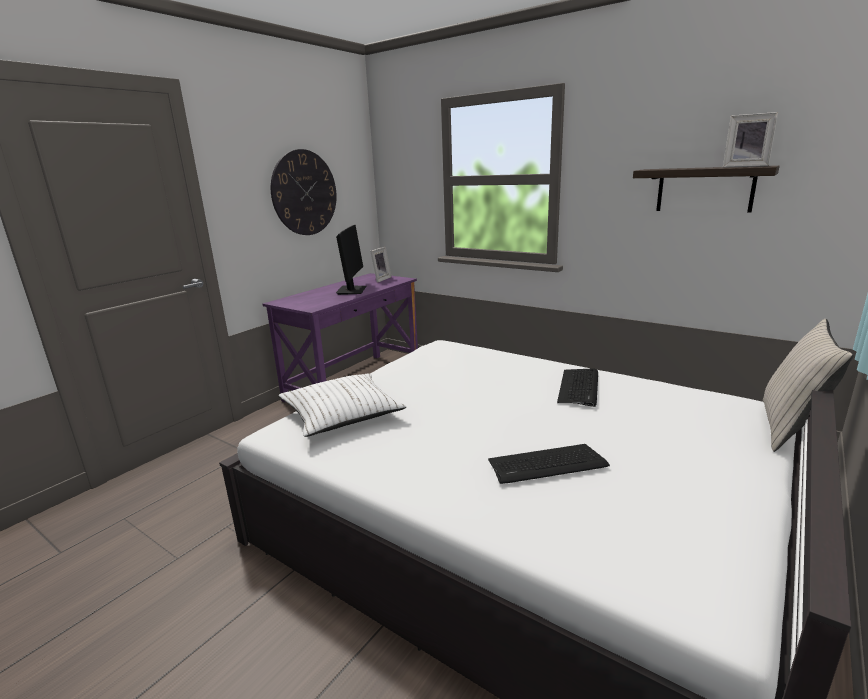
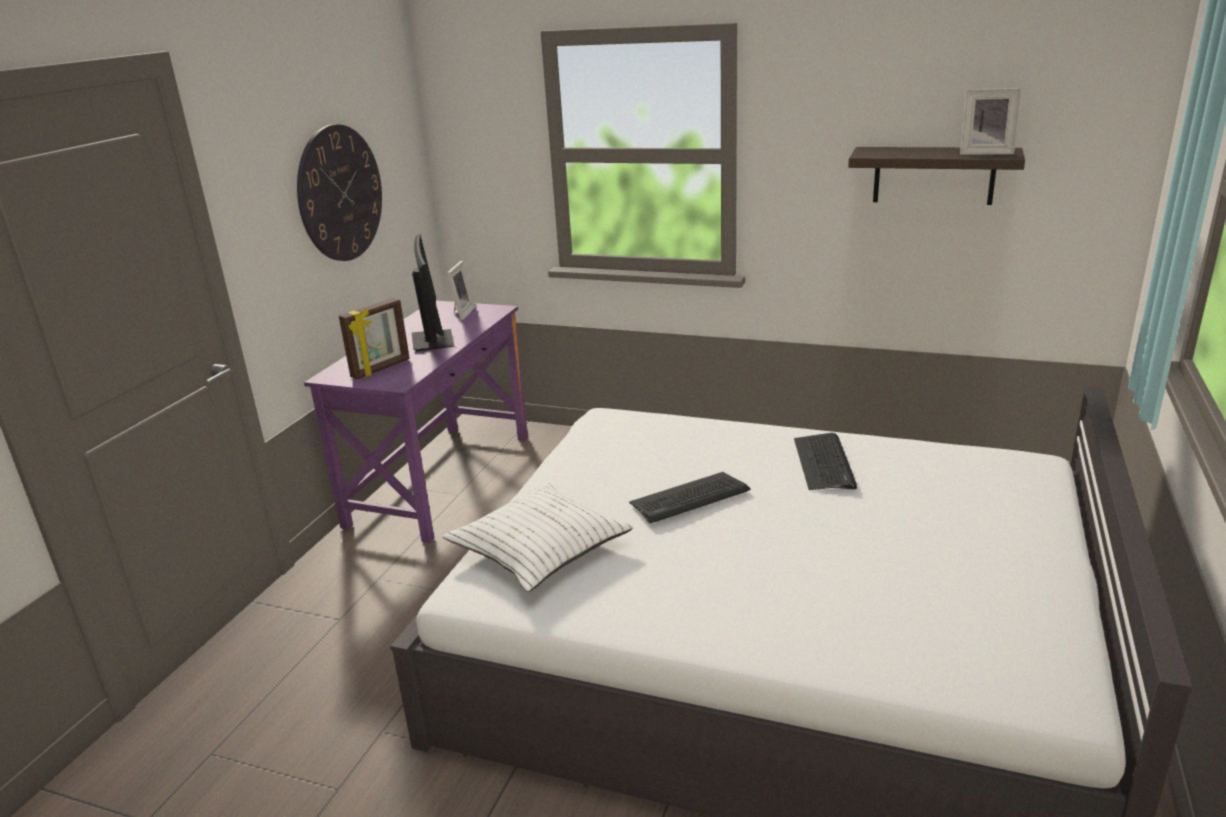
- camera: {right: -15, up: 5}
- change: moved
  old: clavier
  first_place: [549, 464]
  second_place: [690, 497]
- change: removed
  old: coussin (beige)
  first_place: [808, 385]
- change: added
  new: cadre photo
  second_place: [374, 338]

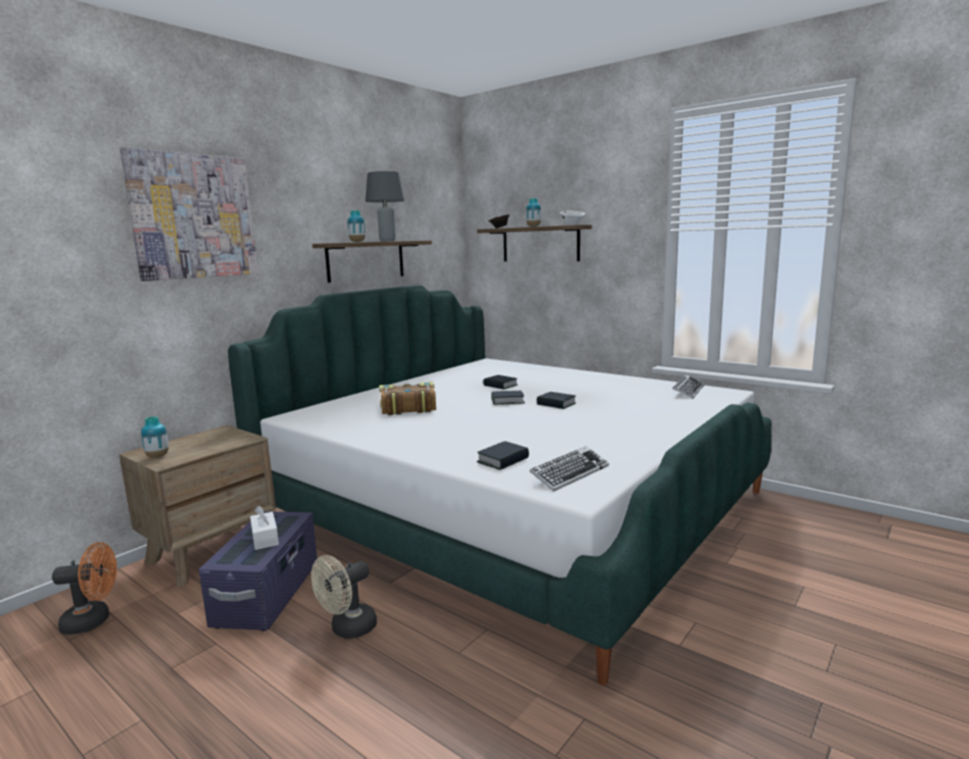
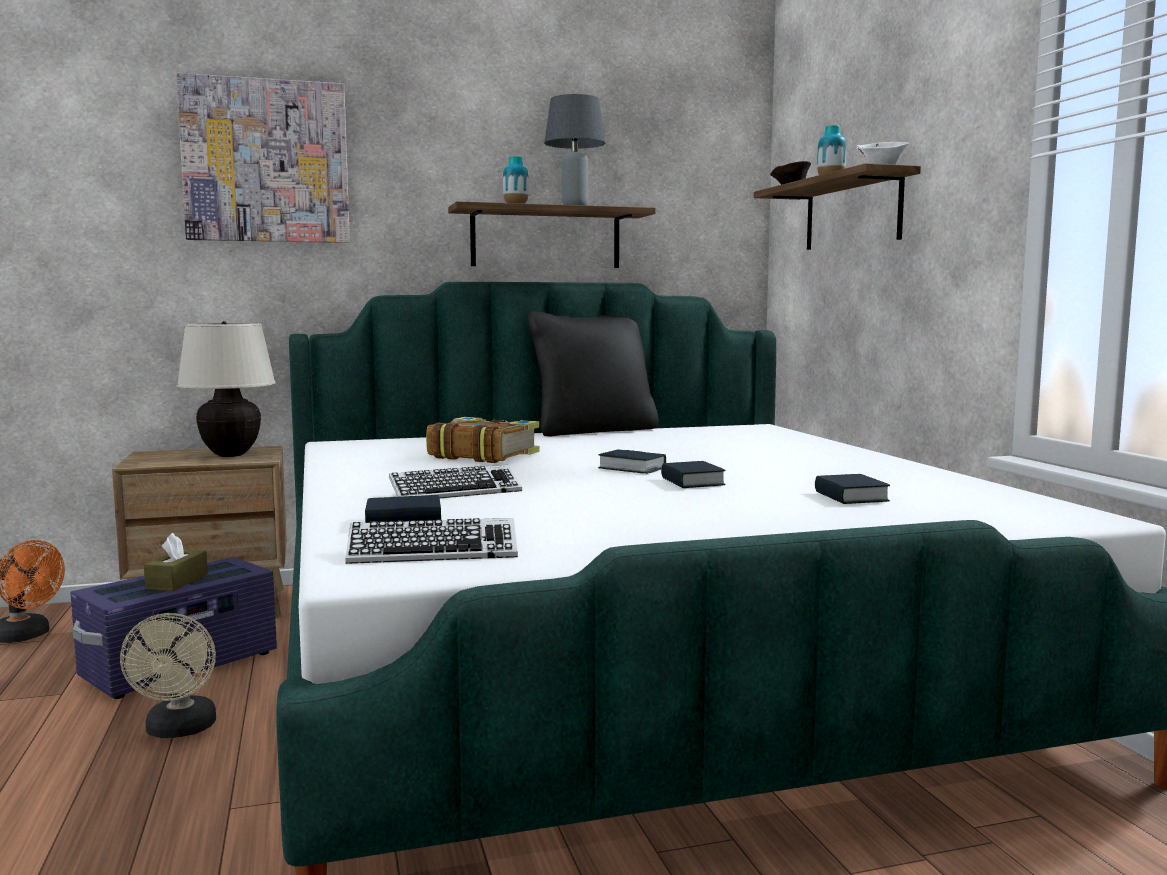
- camera: {right: 35, up: -5}
- change: removed
  old: vase
  first_place: [155, 437]
- change: recoloured
  old: boîte à mouchoirs (blanc)
  new: boîte à mouchoirs (marron)
  first_place: [264, 528]
  second_place: [176, 562]
- change: turned
  old: ventilateur (beige)
  first_place: [344, 597]
  second_place: [168, 675]
  degrees: -90
- change: moved
  old: livre
  first_place: [500, 382]
  second_place: [852, 489]
- change: moved
  old: clavier
  first_place: [688, 386]
  second_place: [455, 481]
- change: added
  new: lampe de table (beige)
  second_place: [226, 389]
- change: added
  new: coussin (noir)
  second_place: [592, 374]

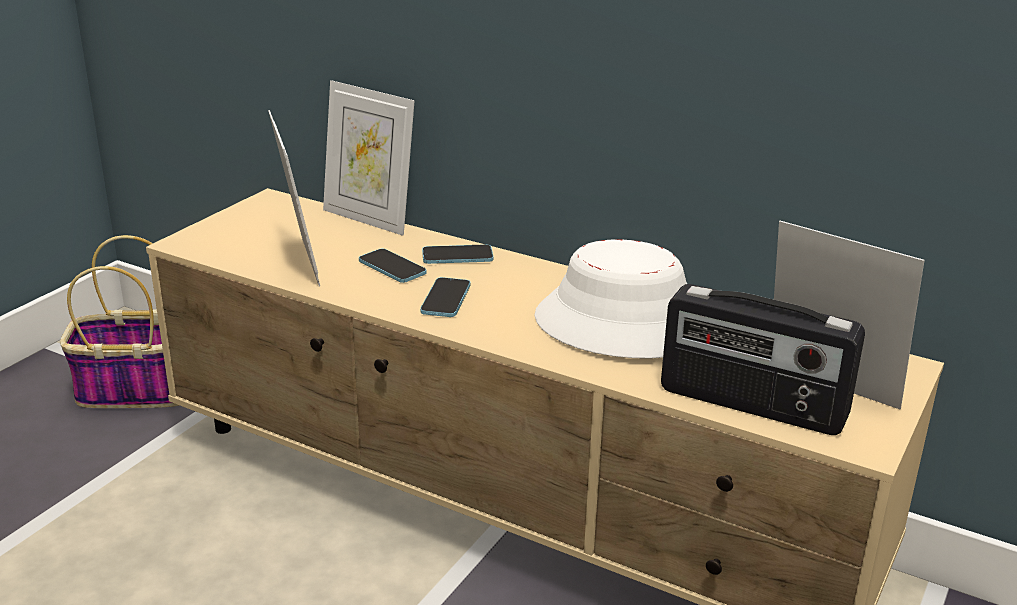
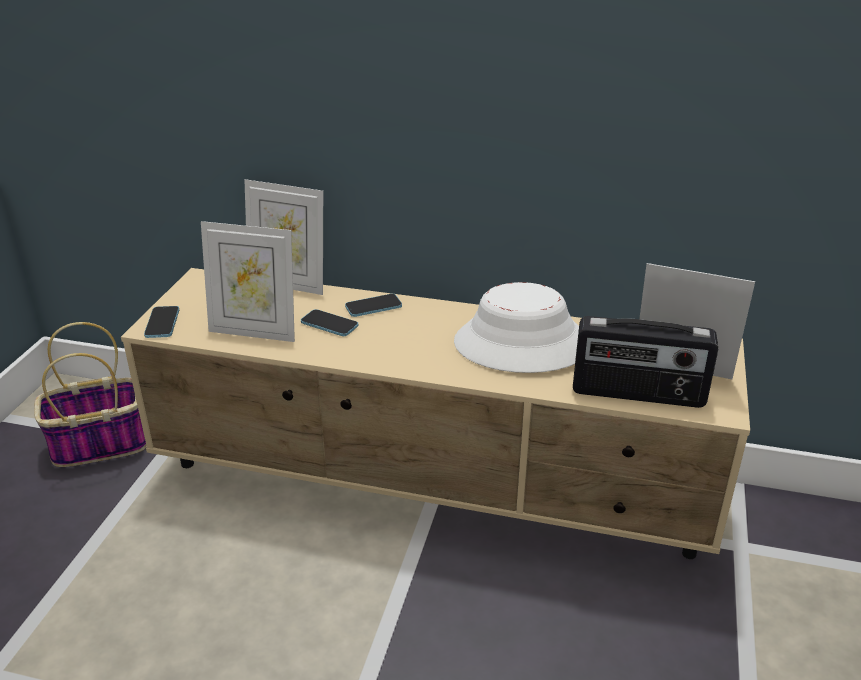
- camera: {right: -15, up: 5}
- change: turned
  old: cadre photo
  first_place: [294, 198]
  second_place: [248, 281]
  degrees: 135
- change: moved
  old: téléphone
  first_place: [445, 297]
  second_place: [161, 322]

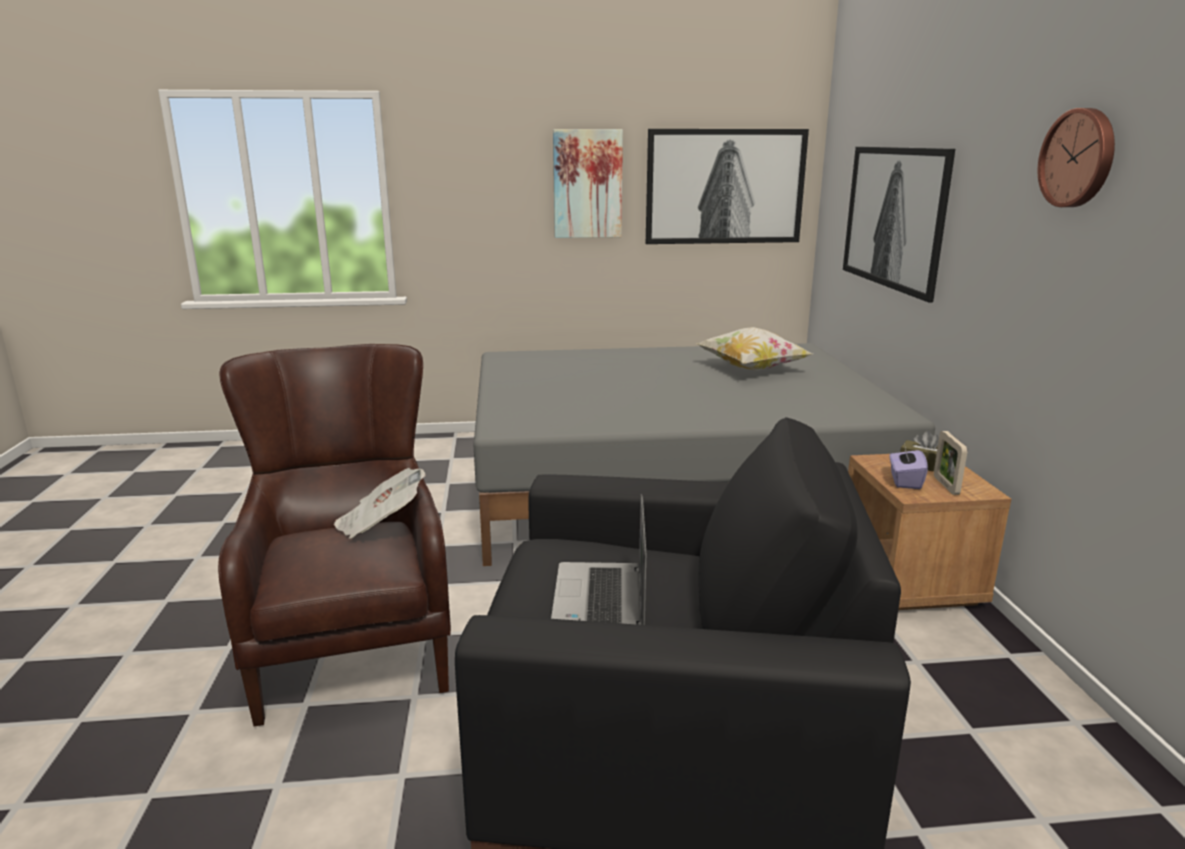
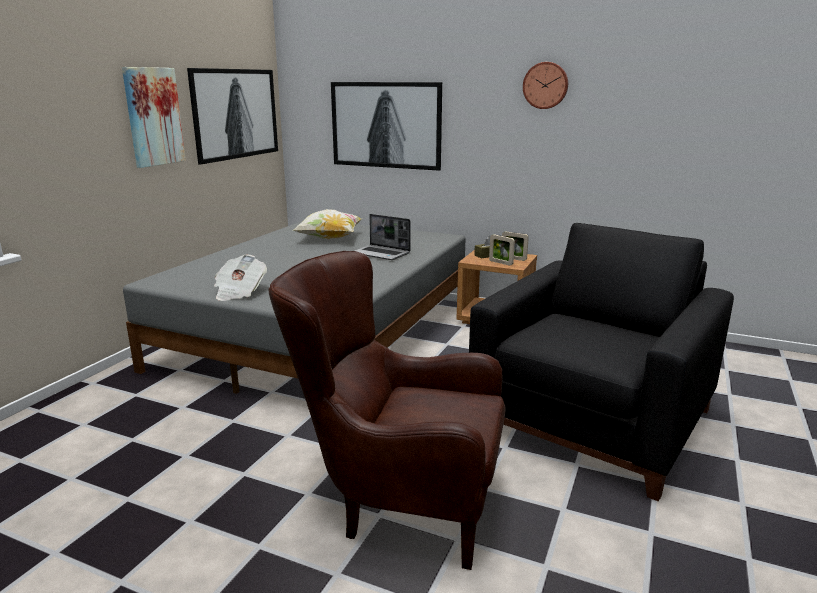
- camera: {right: -60, up: 0}
- change: moved
  old: journal
  first_place: [380, 503]
  second_place: [240, 278]
- change: moved
  old: ordinateur portable
  first_place: [598, 559]
  second_place: [382, 237]
- change: replaced
  old: boîte à mouchoirs (violet)
  new: cadre photo
  first_place: [909, 466]
  second_place: [502, 250]

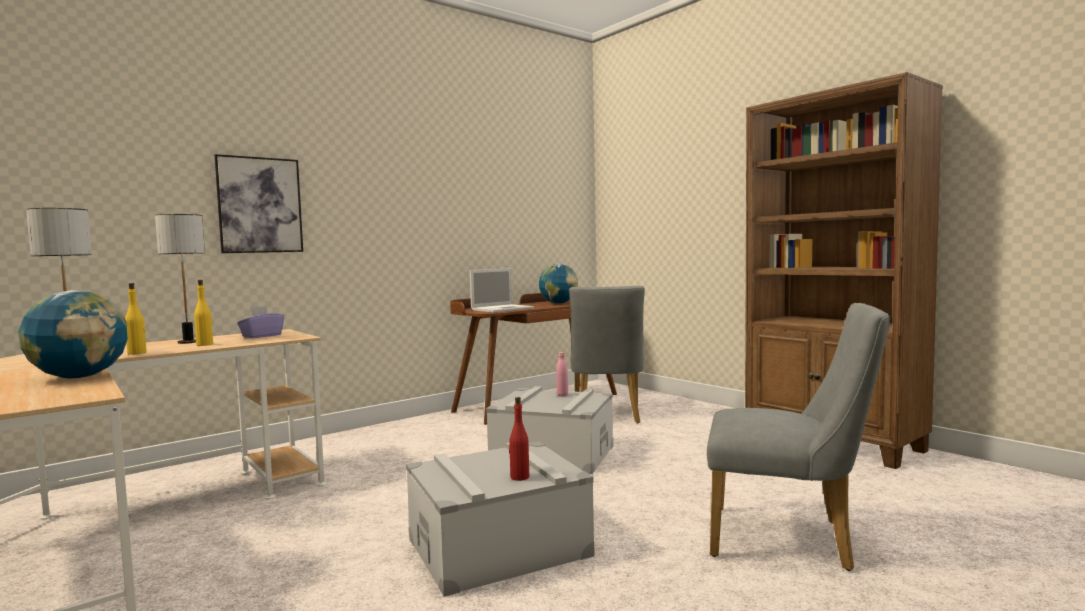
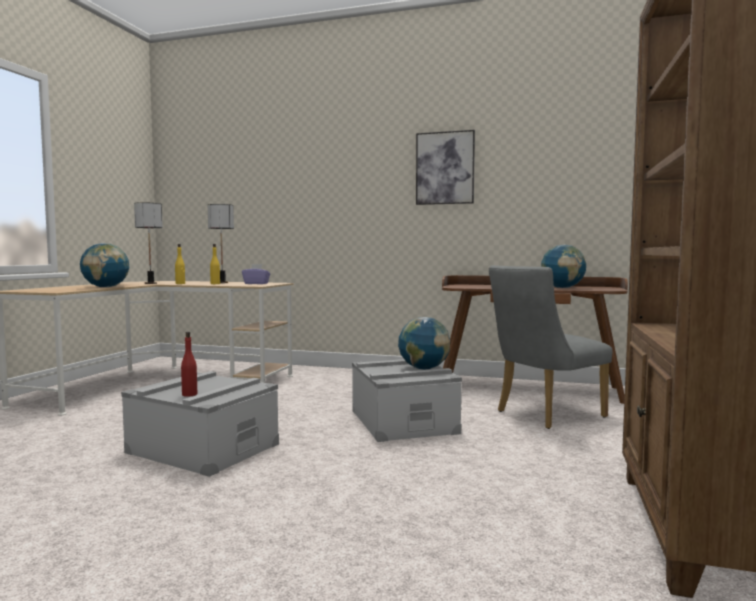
- camera: {right: 55, up: 0}
- change: moved
  old: tableau
  first_place: [259, 203]
  second_place: [445, 167]
- change: removed
  old: ordinateur portable
  first_place: [502, 290]
- change: replaced
  old: bouteille (rose)
  new: globe
  first_place: [562, 374]
  second_place: [424, 343]
- change: removed
  old: chaise (gris)
  first_place: [798, 437]

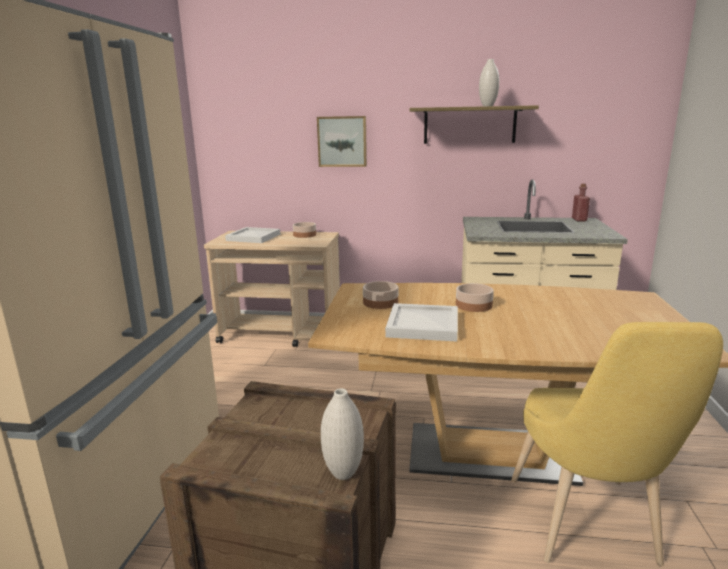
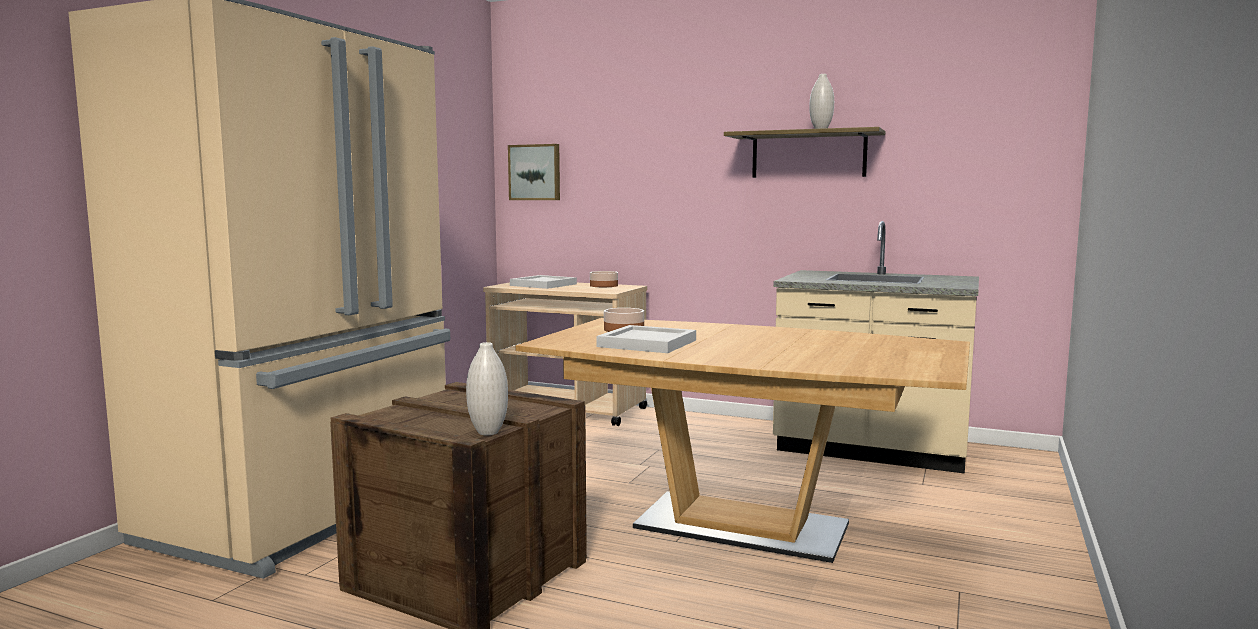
- camera: {right: 15, up: -10}
- change: moved
  old: tableau
  first_place: [342, 141]
  second_place: [534, 172]
- change: removed
  old: bol
  first_place: [475, 297]
- change: removed
  old: chaise (jaune)
  first_place: [617, 444]
- change: removed
  old: bouteille (rouge)
  first_place: [581, 202]

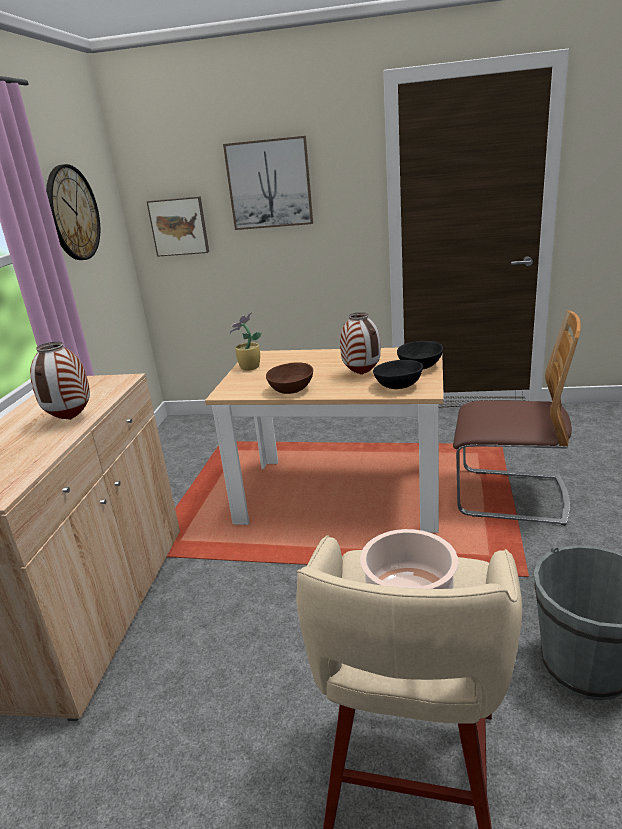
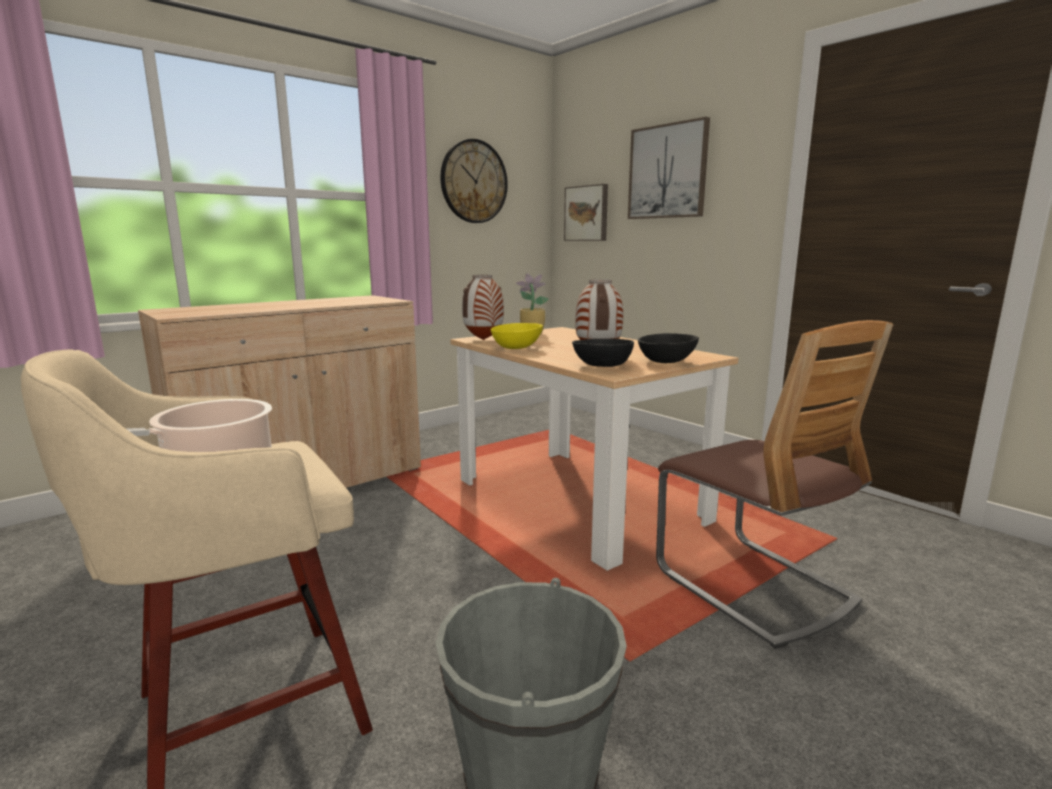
- camera: {right: 40, up: -10}
- change: moved
  old: vase
  first_place: [60, 381]
  second_place: [483, 307]
- change: recoloured
  old: bol (marron)
  new: bol (jaune)
  first_place: [289, 378]
  second_place: [517, 336]

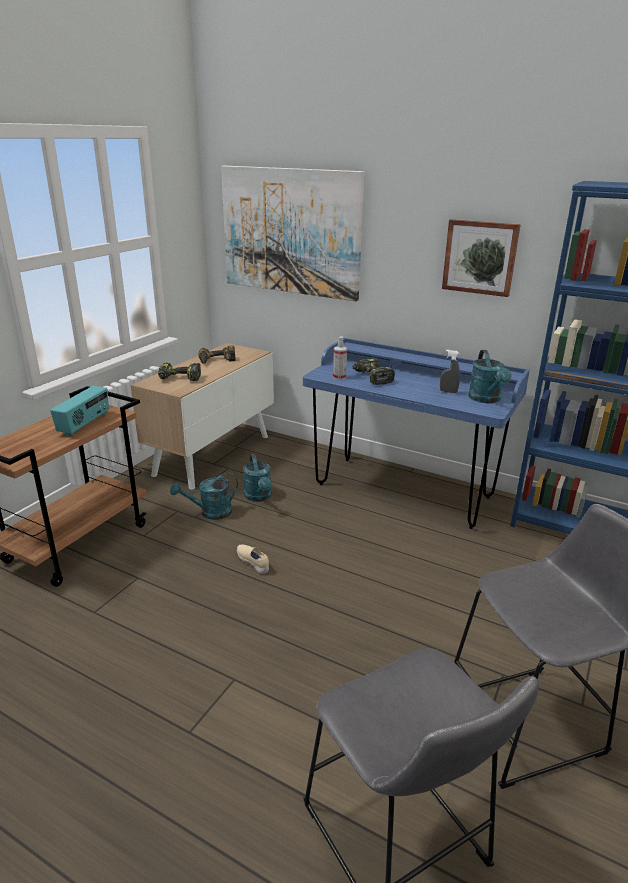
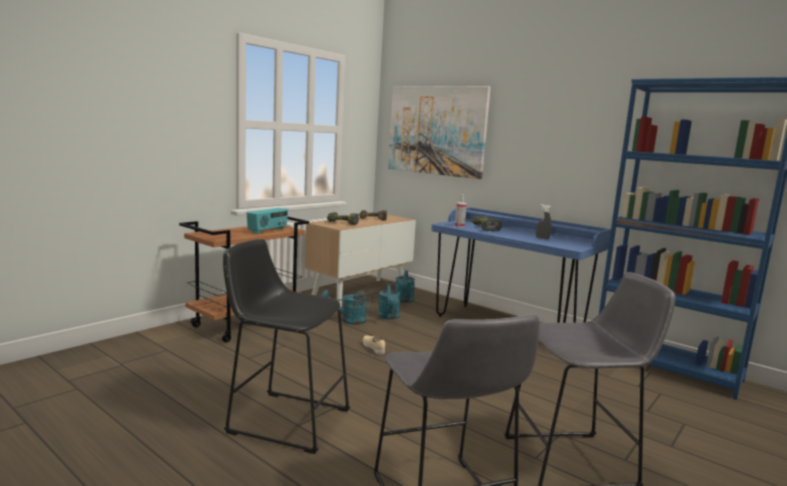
- camera: {right: 10, up: -15}
- change: removed
  old: tableau
  first_place: [481, 258]
- change: moved
  old: arrosoir (turquoise)
  first_place: [490, 376]
  second_place: [405, 287]
- change: added
  new: tabouret (noir)
  second_place: [286, 346]

